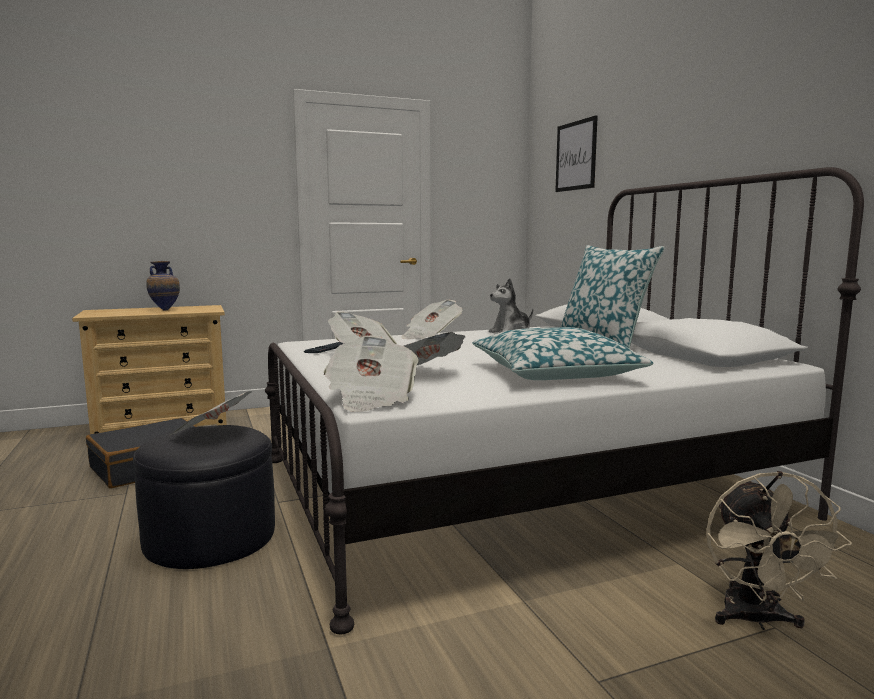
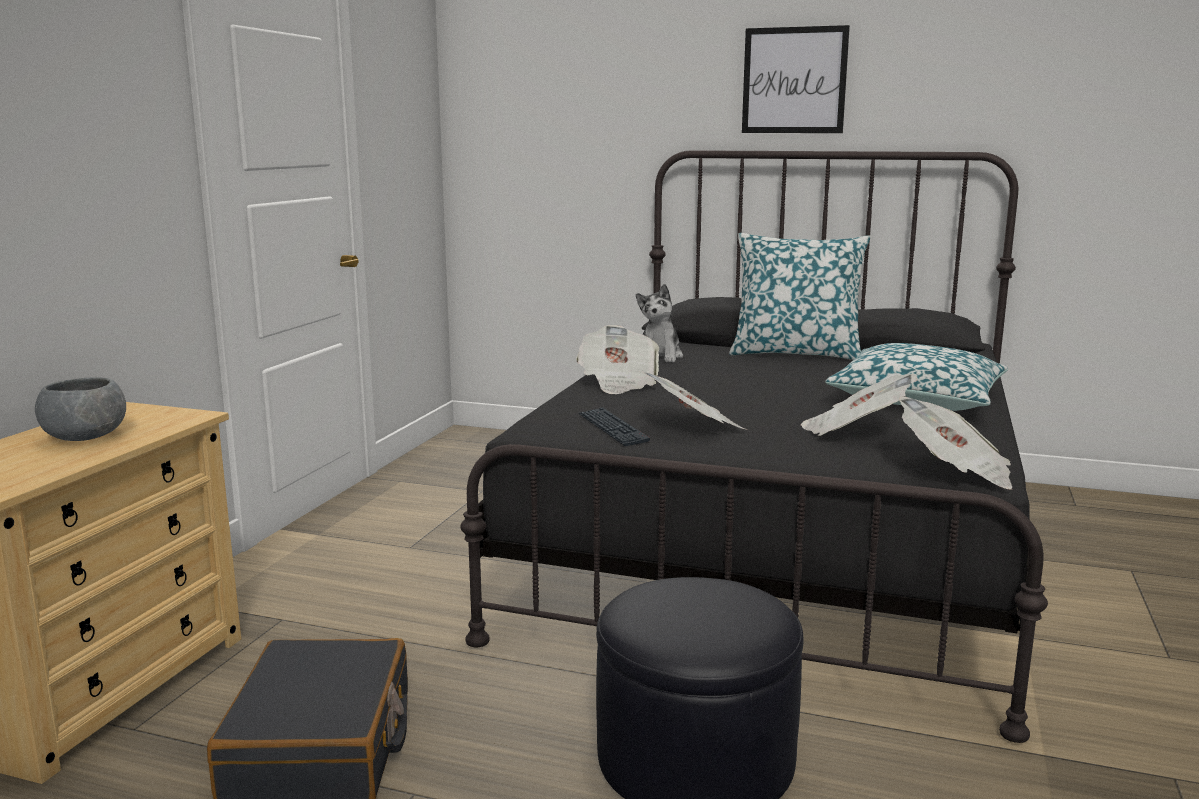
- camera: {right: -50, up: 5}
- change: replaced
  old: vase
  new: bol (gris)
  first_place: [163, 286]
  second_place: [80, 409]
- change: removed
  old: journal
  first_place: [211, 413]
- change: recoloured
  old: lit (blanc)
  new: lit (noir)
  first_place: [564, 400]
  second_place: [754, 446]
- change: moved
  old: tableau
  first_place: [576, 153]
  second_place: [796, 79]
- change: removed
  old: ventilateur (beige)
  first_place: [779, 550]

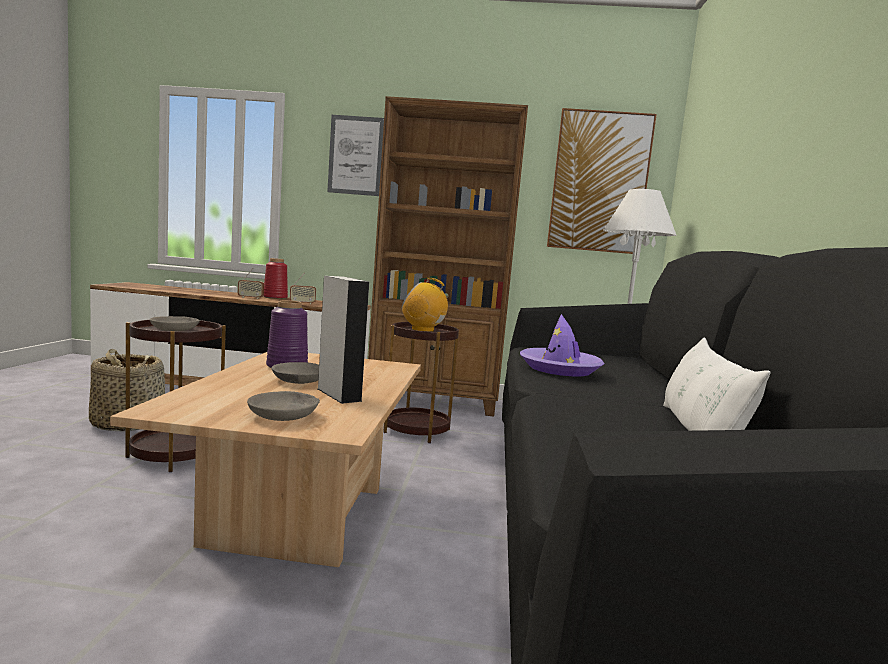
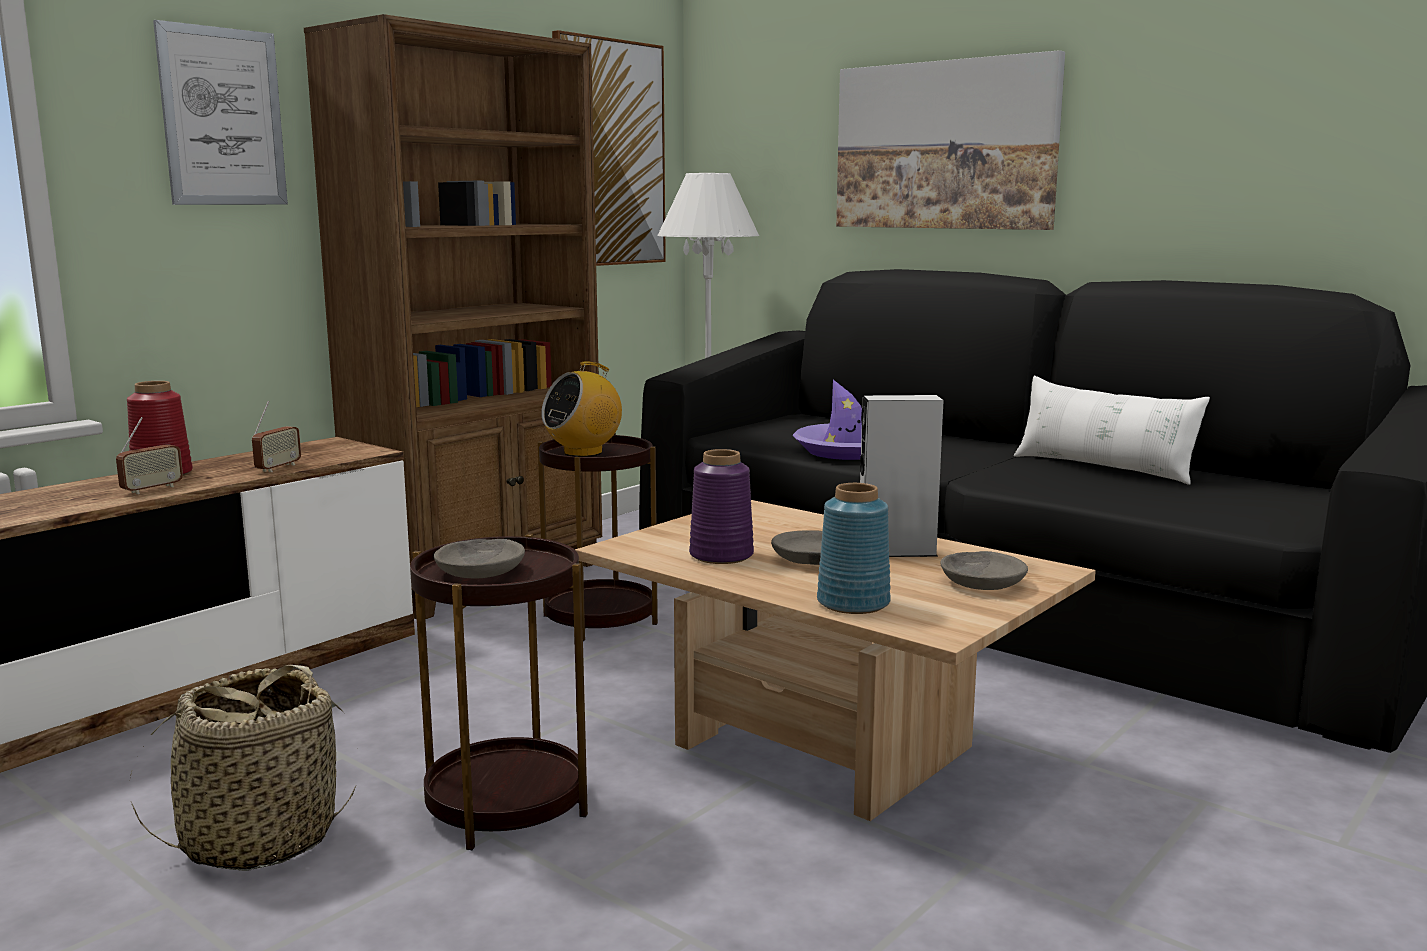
- camera: {right: -55, up: 5}
- change: added
  new: vase (bleu)
  second_place: [854, 548]
- change: added
  new: tableau
  second_place: [950, 140]

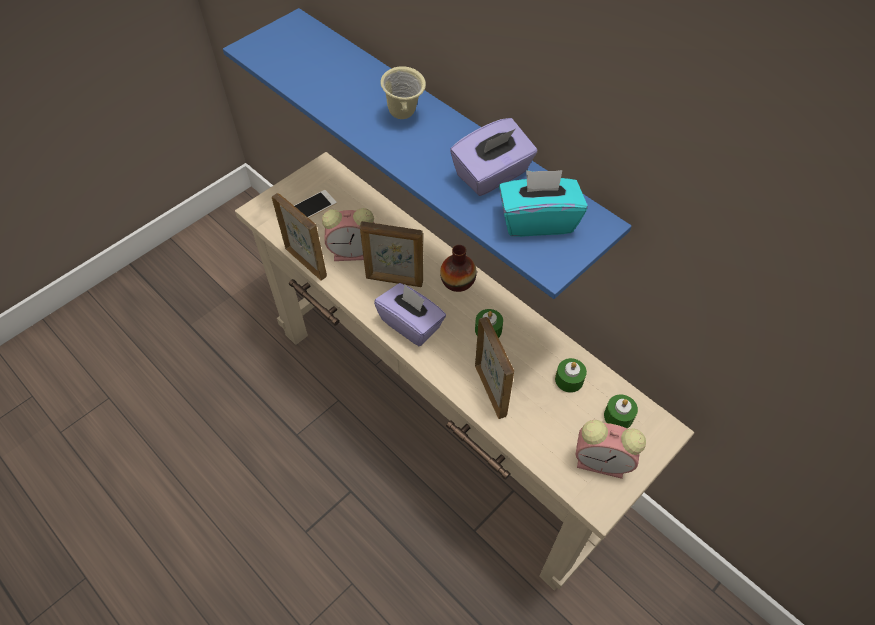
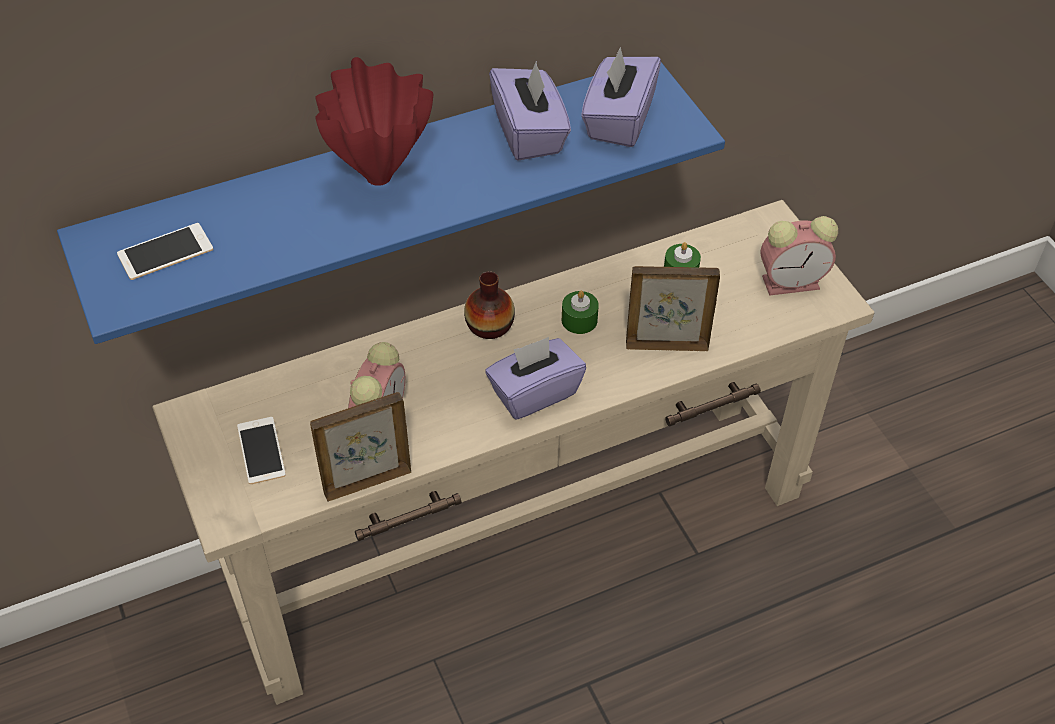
- camera: {right: -70, up: -5}
- change: removed
  old: cadre photo
  first_place: [391, 254]
- change: replaced
  old: mug (beige)
  new: vase (rouge)
  first_place: [403, 92]
  second_place: [374, 121]
- change: recoloured
  old: boîte à mouchoirs (turquoise)
  new: boîte à mouchoirs (violet)
  first_place: [543, 203]
  second_place: [621, 97]
- change: turned
  old: réveil
  first_place: [611, 449]
  second_place: [799, 256]
  degrees: 45
- change: removed
  old: bougie (vert)
  first_place: [621, 411]
- change: added
  new: téléphone
  second_place: [165, 251]

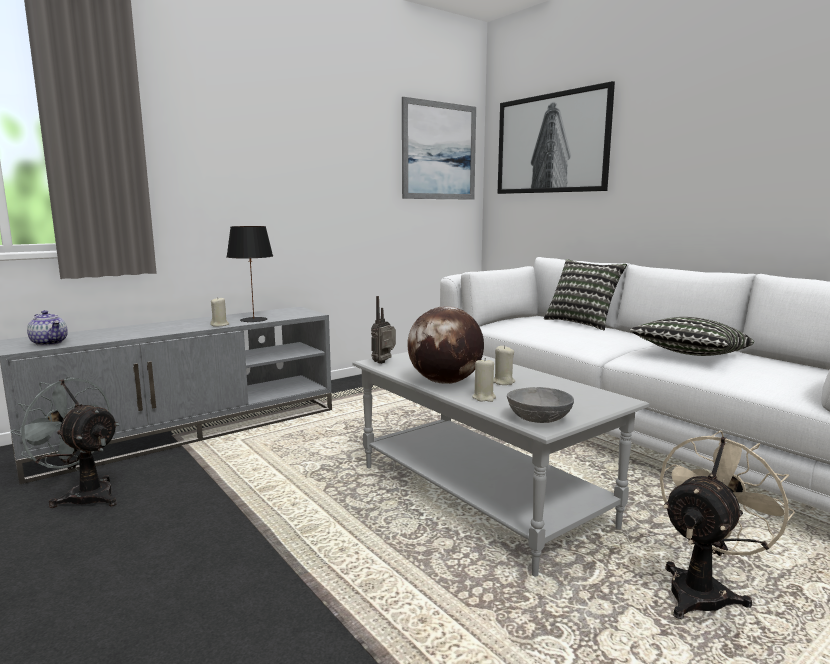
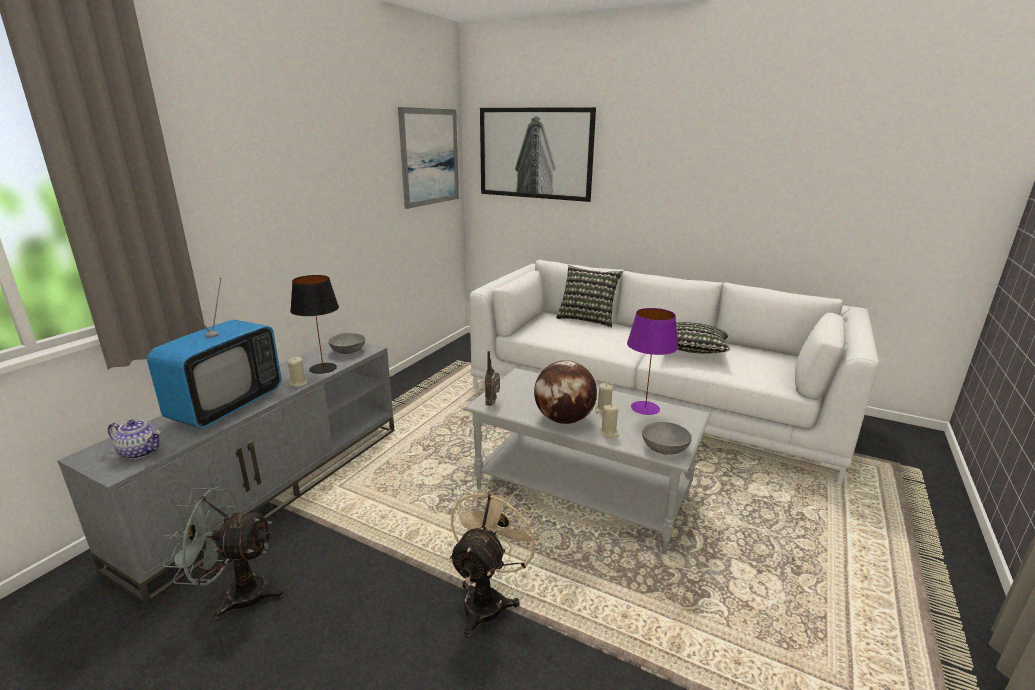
- camera: {right: -25, up: 10}
- change: moved
  old: ventilateur (beige)
  first_place: [727, 524]
  second_place: [495, 560]
- change: added
  new: téléviseur
  second_place: [214, 353]
- change: added
  new: bol (gris)
  second_place: [347, 343]
- change: added
  new: lampe de table (violet)
  second_place: [652, 361]

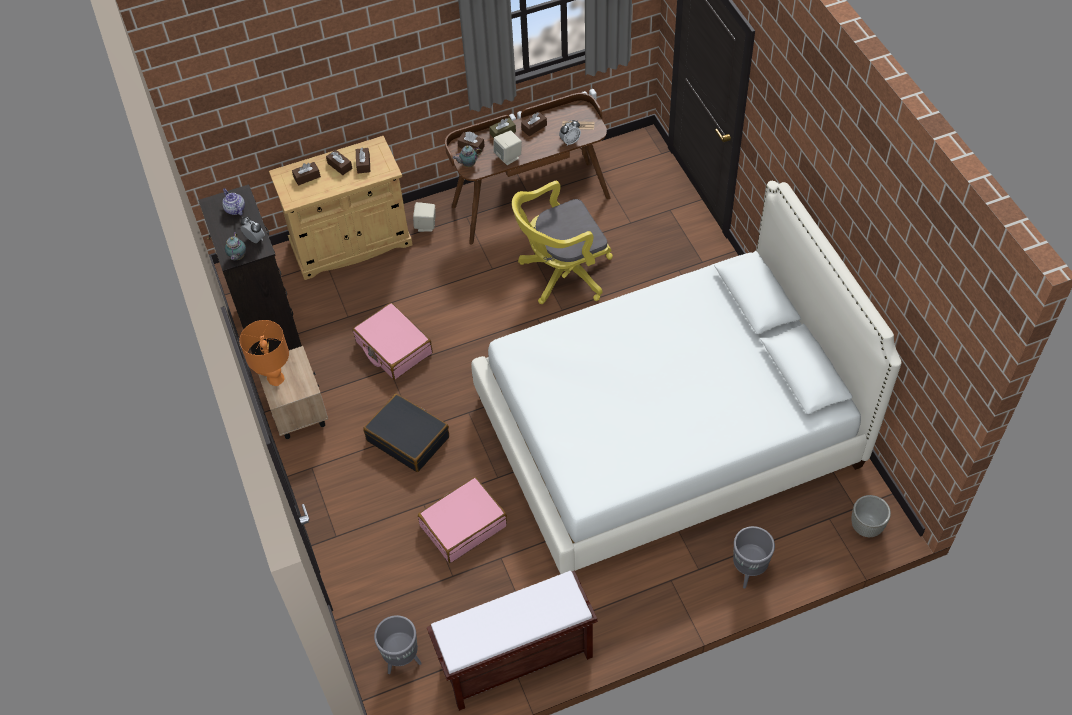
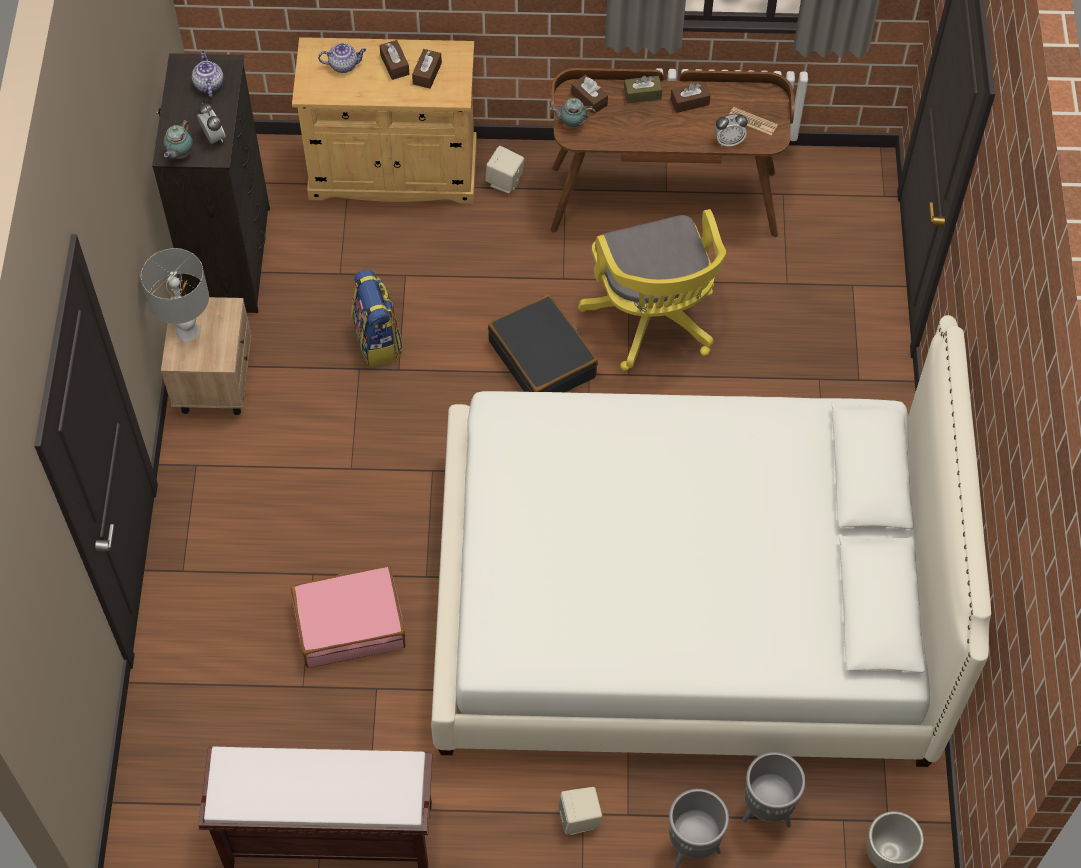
- camera: {right: 20, up: 5}
- change: recoloured
  old: lampe de table (orange)
  new: lampe de table (gris)
  first_place: [264, 353]
  second_place: [175, 294]
- change: replaced
  old: boîte à mouchoirs (marron)
  new: théière
  first_place: [306, 174]
  second_place: [342, 58]
- change: replaced
  old: valise (rose)
  new: sac à dos
  first_place: [393, 341]
  second_place: [377, 318]
- change: moved
  old: valise (noir)
  first_place: [406, 433]
  second_place: [543, 343]
- change: moved
  old: cache-pot (gris)
  first_place: [398, 644]
  second_place: [774, 790]
- change: moved
  old: enceinte (beige)
  first_place: [508, 147]
  second_place: [580, 811]
- change: turned
  old: chaise de bureau (jaune)
  first_place: [562, 242]
  second_place: [652, 290]
  degrees: -105

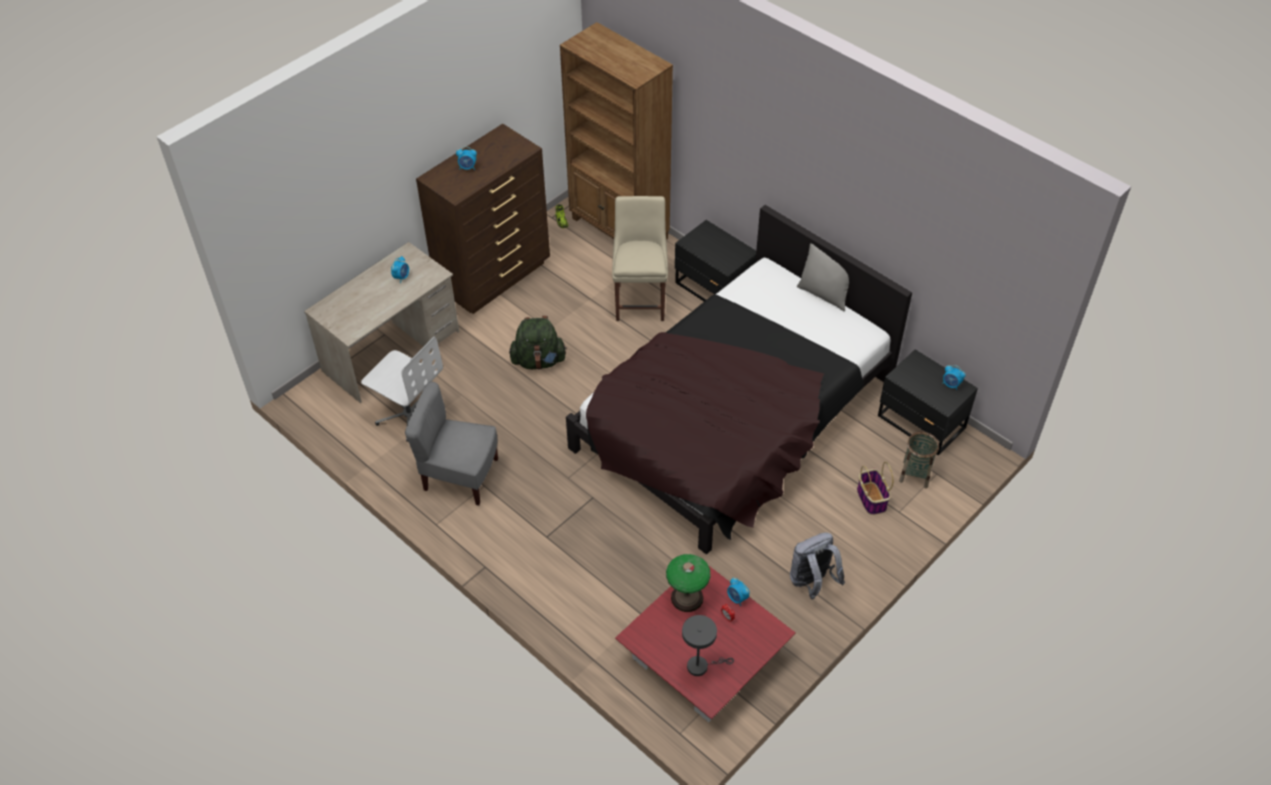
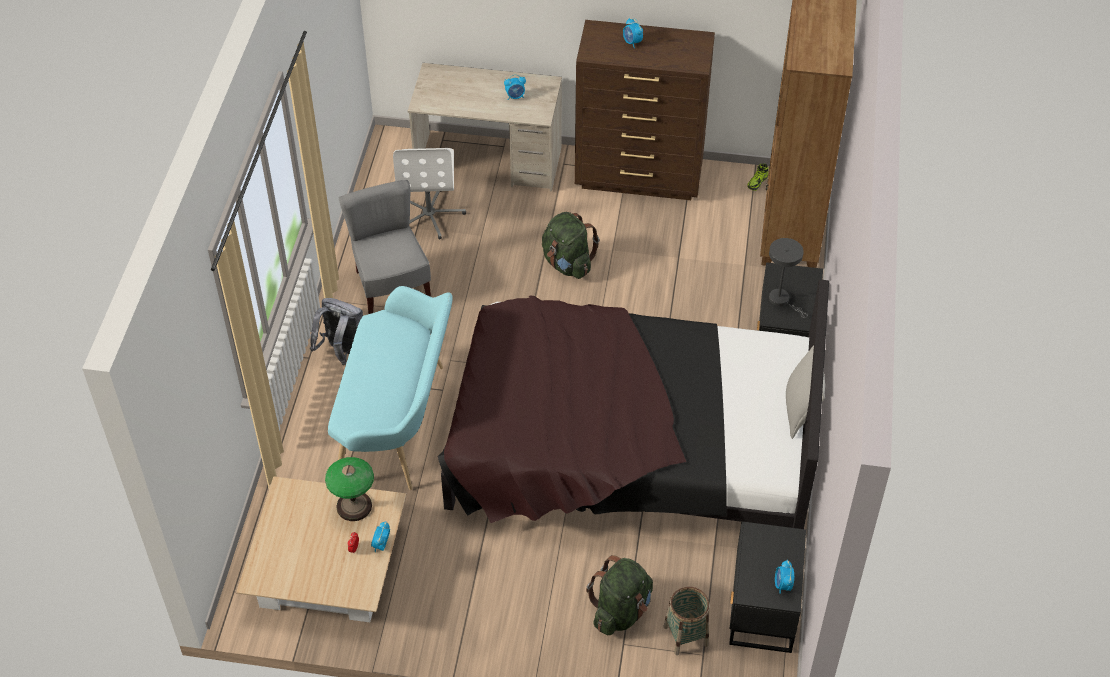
- camera: {right: 55, up: 0}
- change: removed
  old: chaise (beige)
  first_place: [640, 258]
- change: recoloured
  old: table basse (rouge)
  new: table basse (beige)
  first_place: [705, 643]
  second_place: [321, 549]
- change: moved
  old: lampe de table (gris)
  first_place: [708, 645]
  second_place: [788, 278]
- change: moved
  old: sac à dos (gris)
  first_place: [817, 566]
  second_place: [336, 331]
- change: replaced
  old: panier
  new: sac à dos (vert)
  first_place: [875, 488]
  second_place: [619, 595]
- change: added
  new: banc (turquoise)
  second_place: [390, 388]

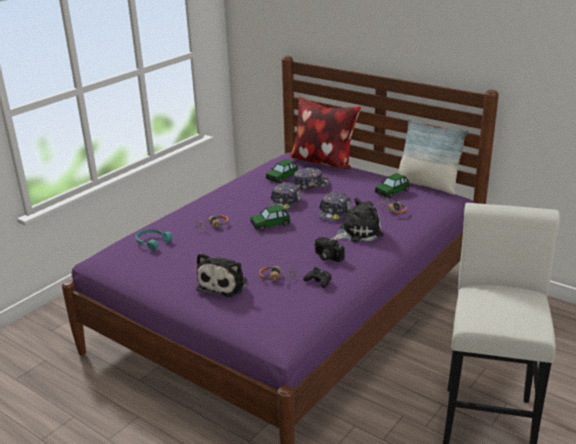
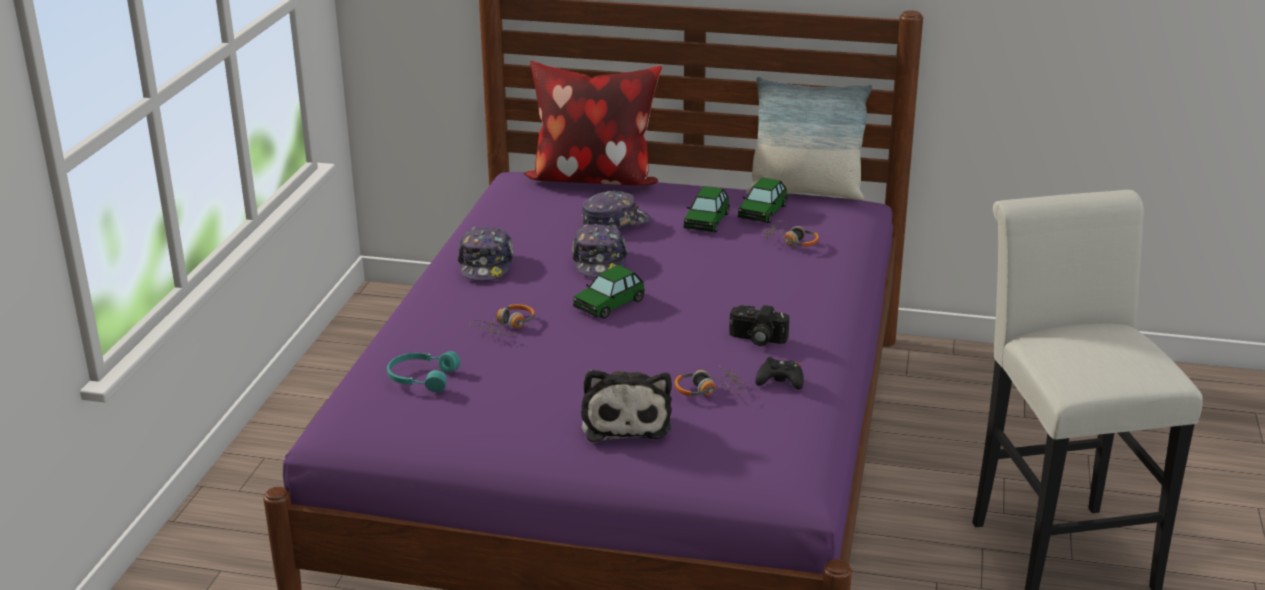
- camera: {right: -25, up: 0}
- change: moved
  old: petite voiture
  first_place: [282, 171]
  second_place: [706, 209]
- change: moved
  old: casquette
  first_place: [335, 206]
  second_place: [485, 254]
- change: removed
  old: peluche
  first_place: [357, 219]

